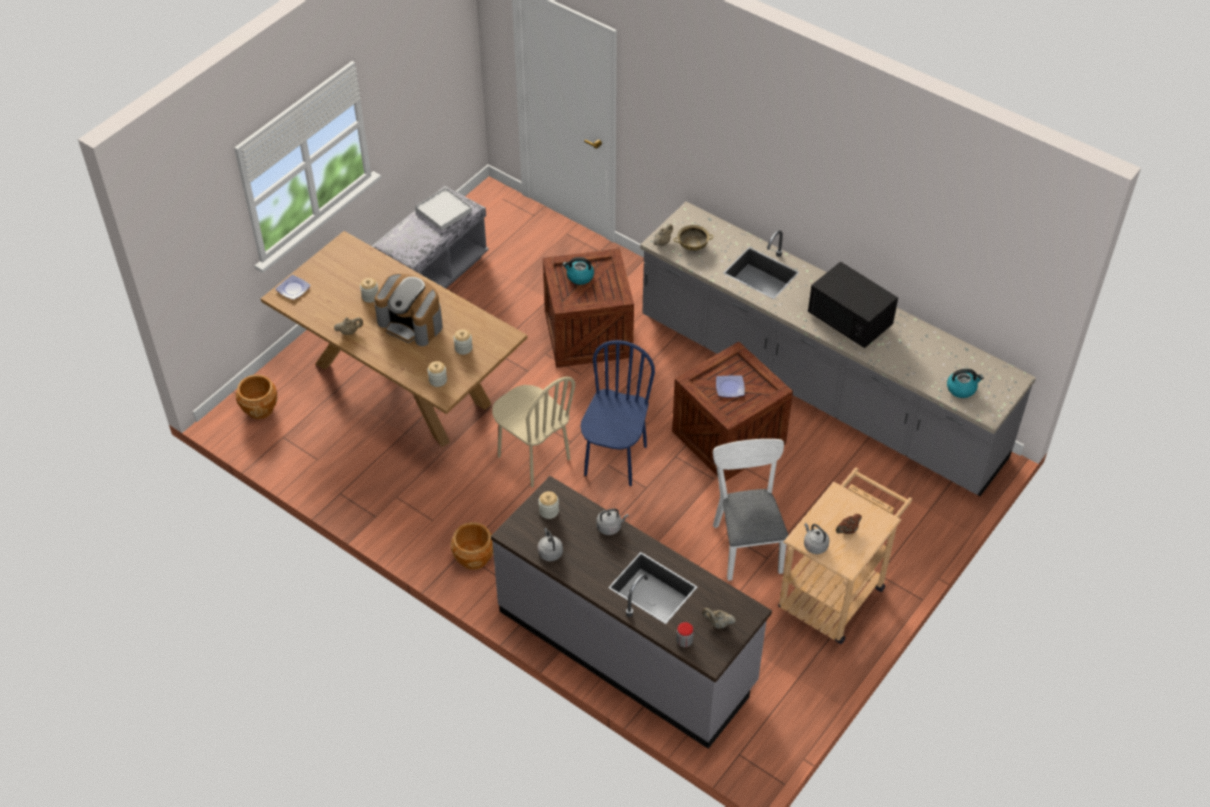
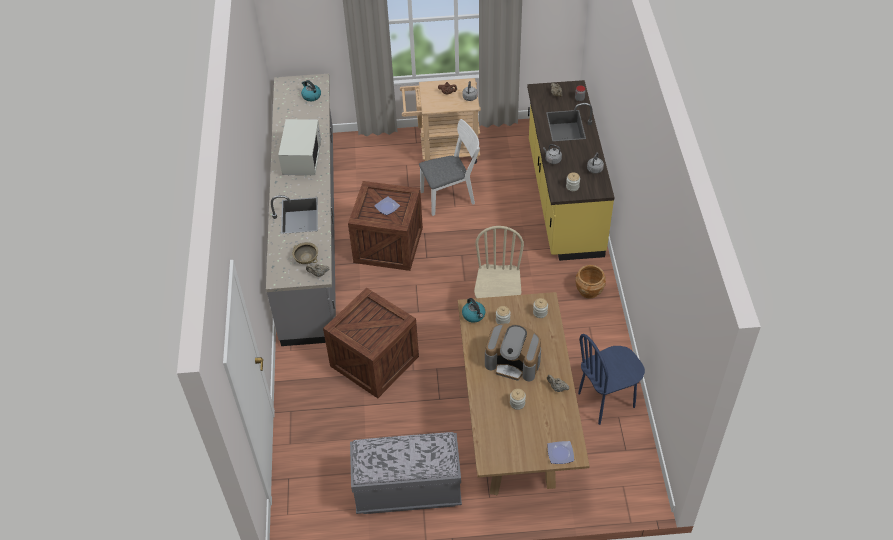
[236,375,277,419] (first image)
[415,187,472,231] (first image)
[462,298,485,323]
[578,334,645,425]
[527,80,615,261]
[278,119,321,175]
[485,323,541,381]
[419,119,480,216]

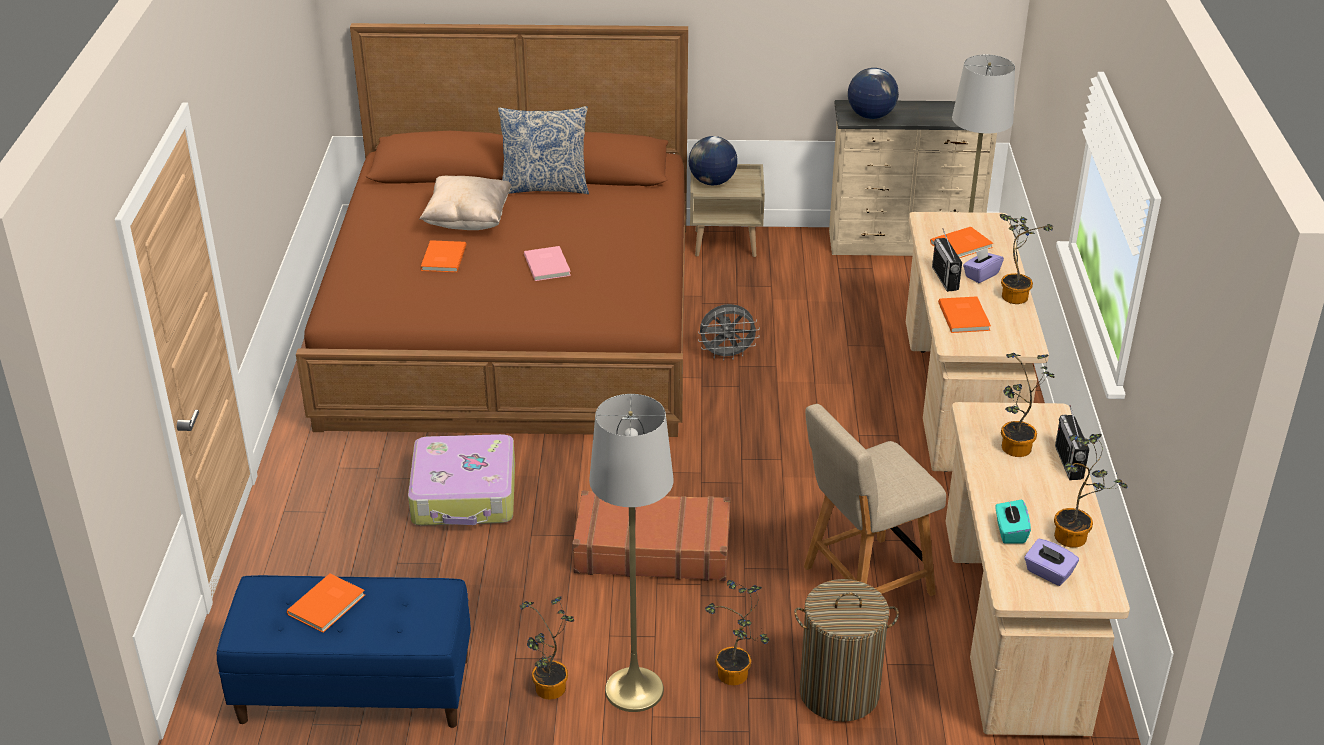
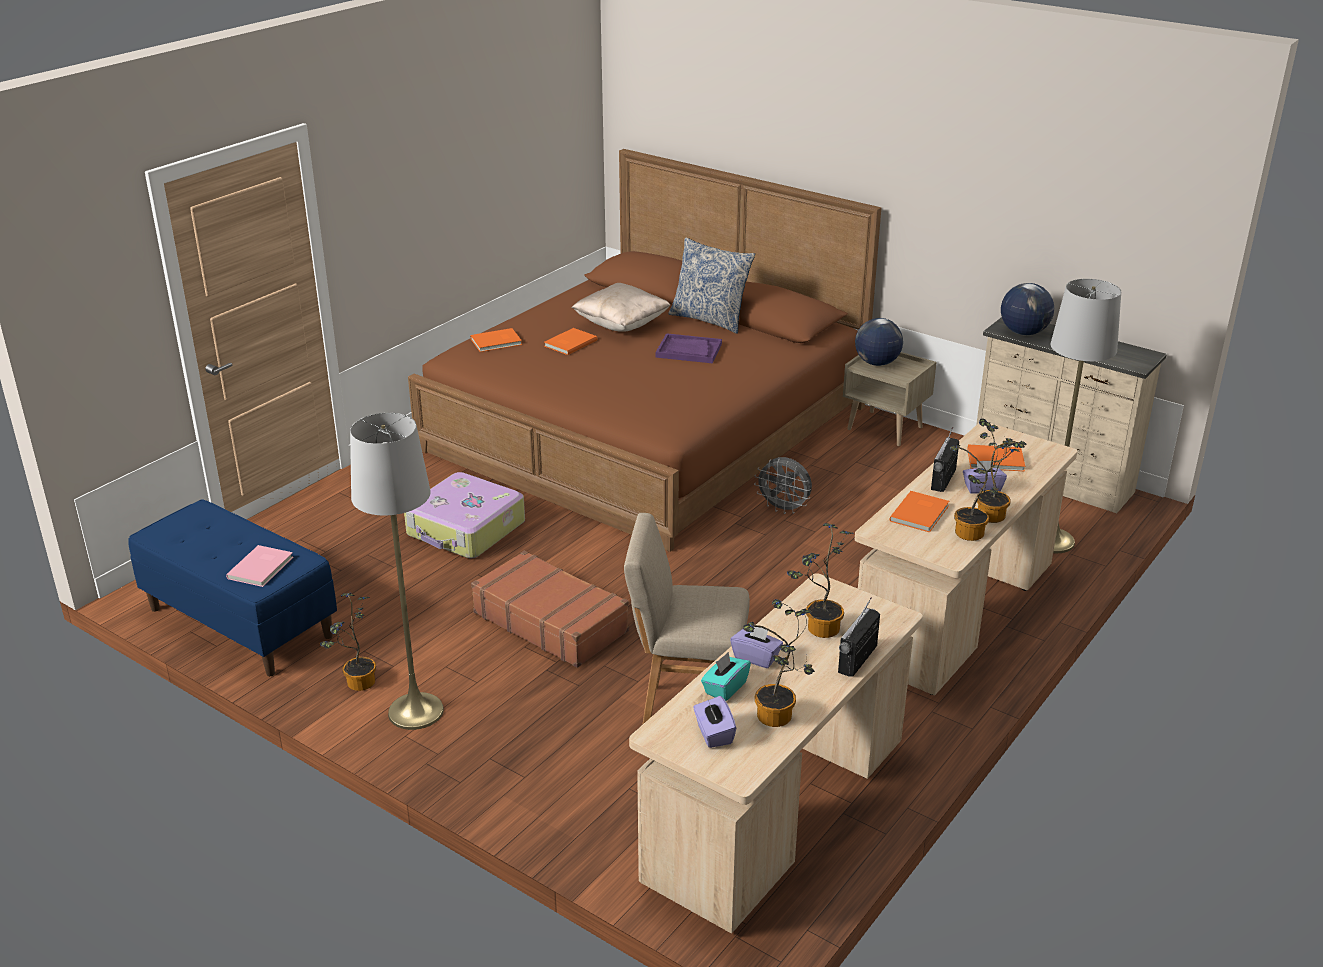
[794,579,899,722] (first image)
[656,333,722,363]
[730,627,783,668]
[470,328,522,352]
[226,545,293,587]
[950,433,1009,541]

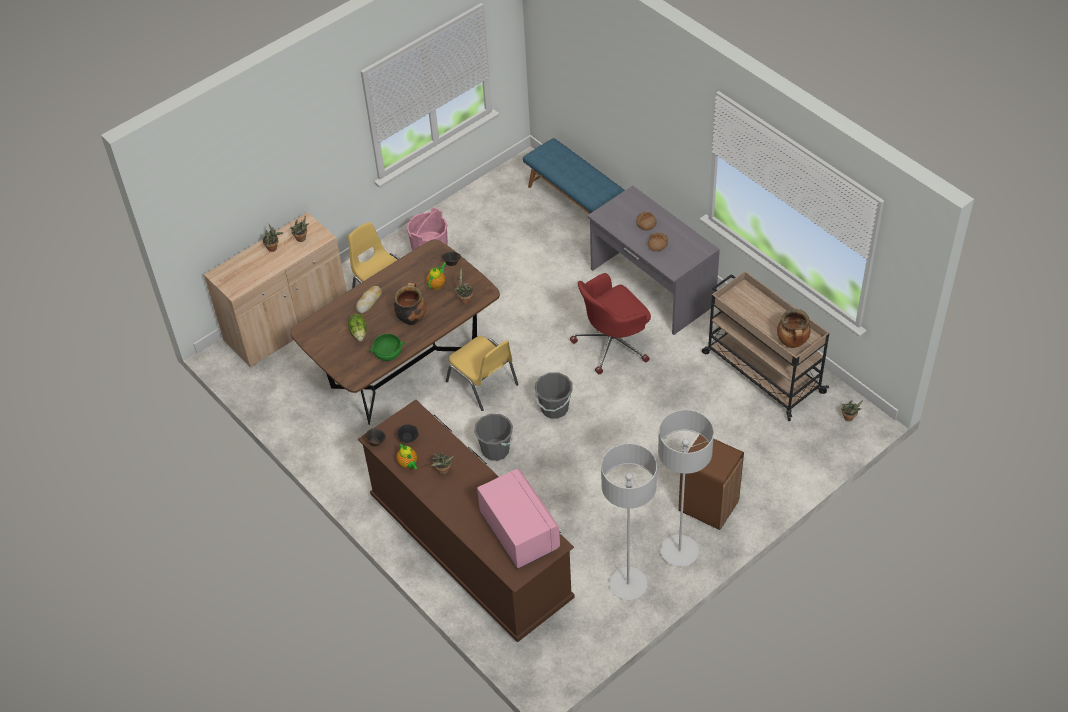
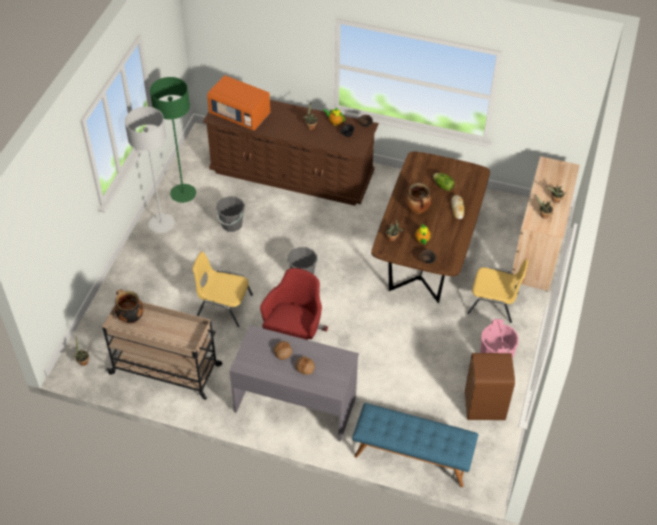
[369,334,405,361] (first image)
[193,252,253,327]
[216,196,245,232]
[465,353,515,420]
[207,75,271,130]
[150,77,196,203]

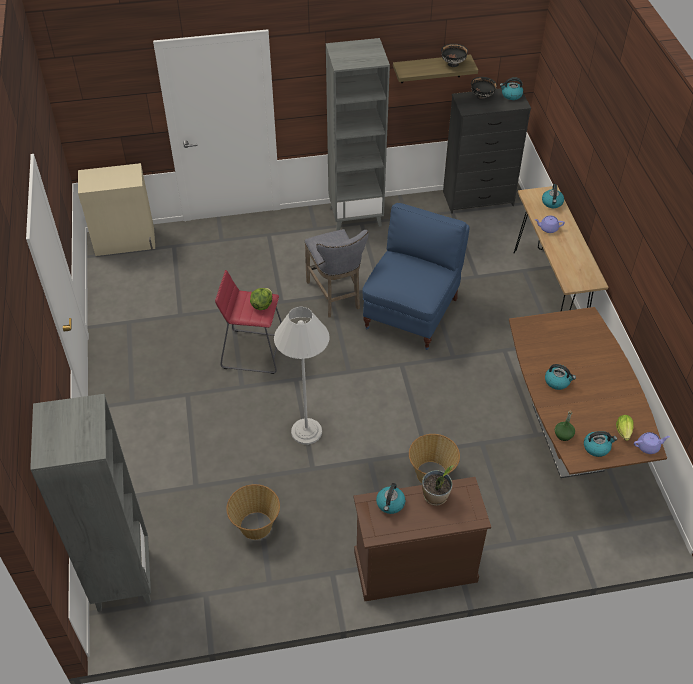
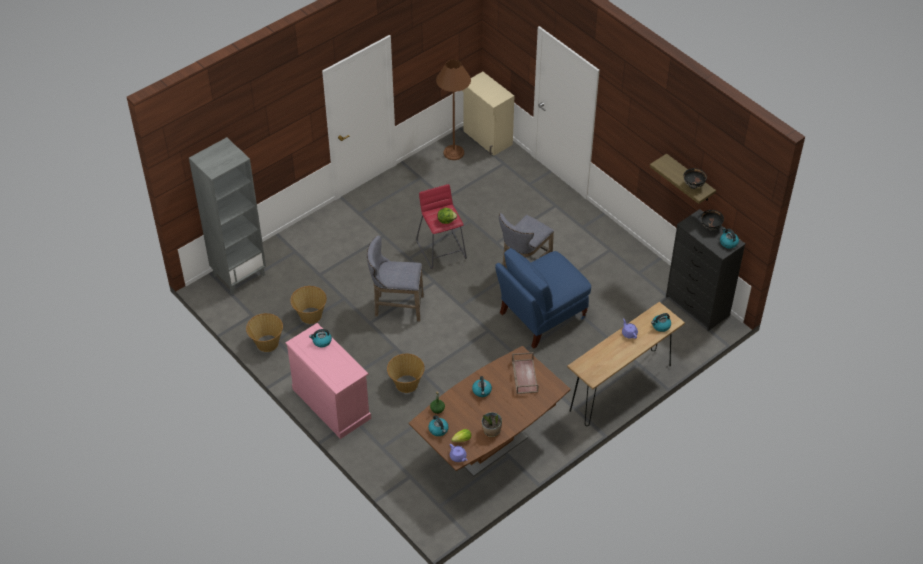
[326,38,390,231] (first image)
[246,313,283,352]
[436,59,471,160]
[512,352,539,394]
[482,412,502,437]
[367,236,424,322]
[286,323,371,439]
[495,247,591,348]

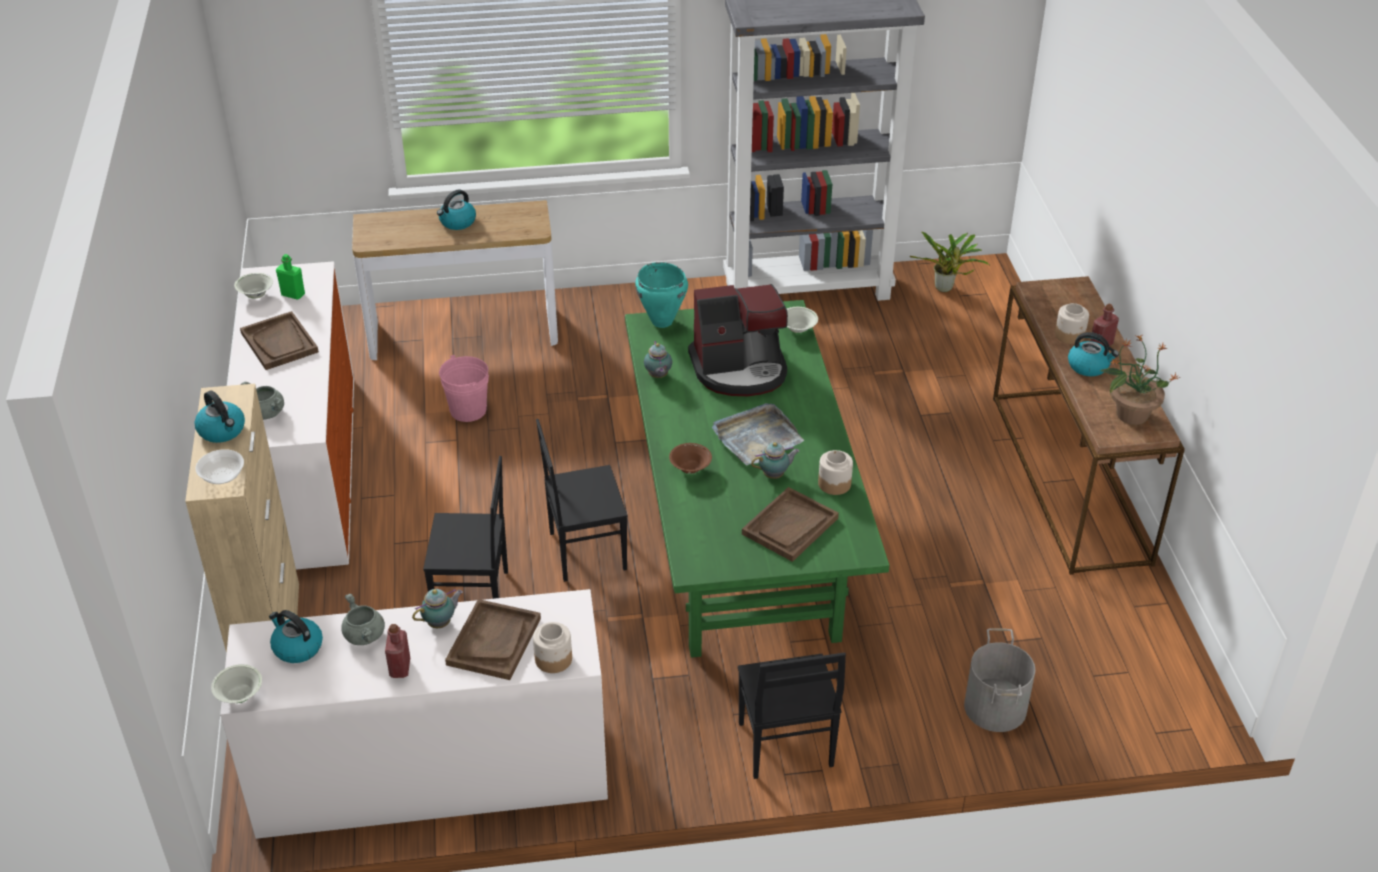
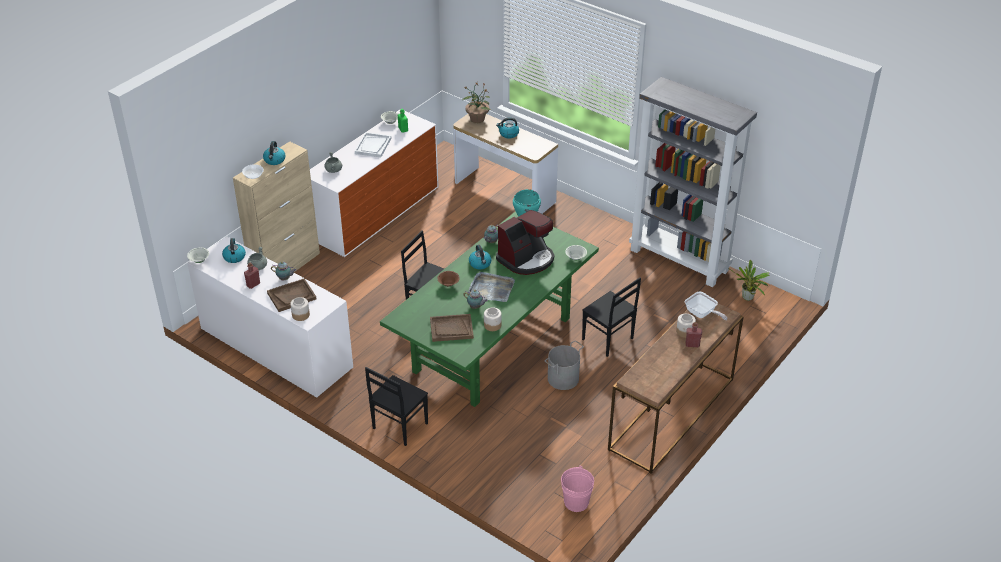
[685,292,727,320]
[582,277,641,357]
[561,466,594,512]
[545,340,584,390]
[469,245,492,269]
[462,83,490,123]
[355,132,391,158]
[496,210,554,275]

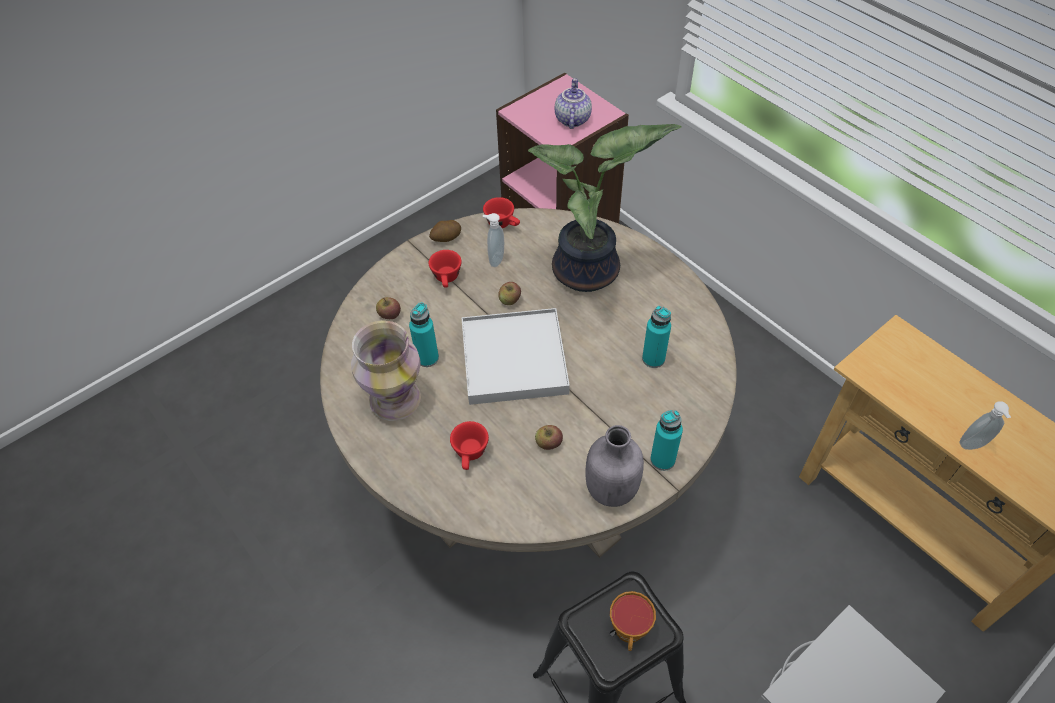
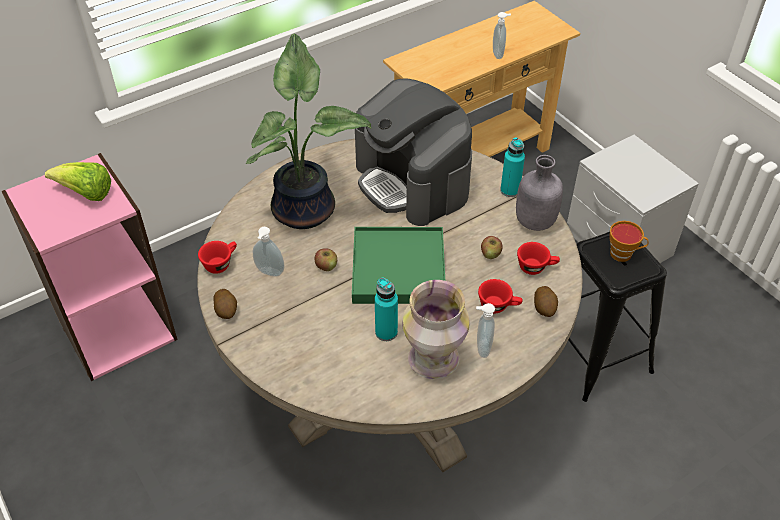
[376,297,401,319] (first image)
[476,303,495,358]
[534,286,558,317]
[517,242,560,275]
[45,162,111,201]
[355,79,472,226]
[352,227,445,304]

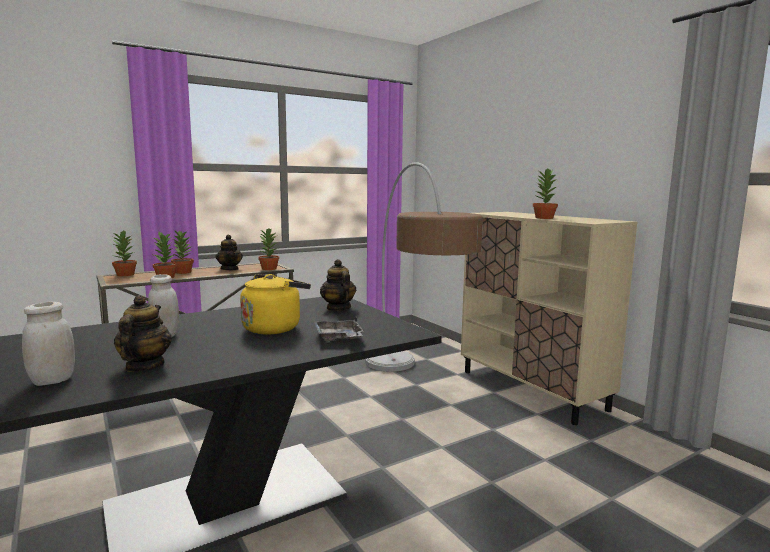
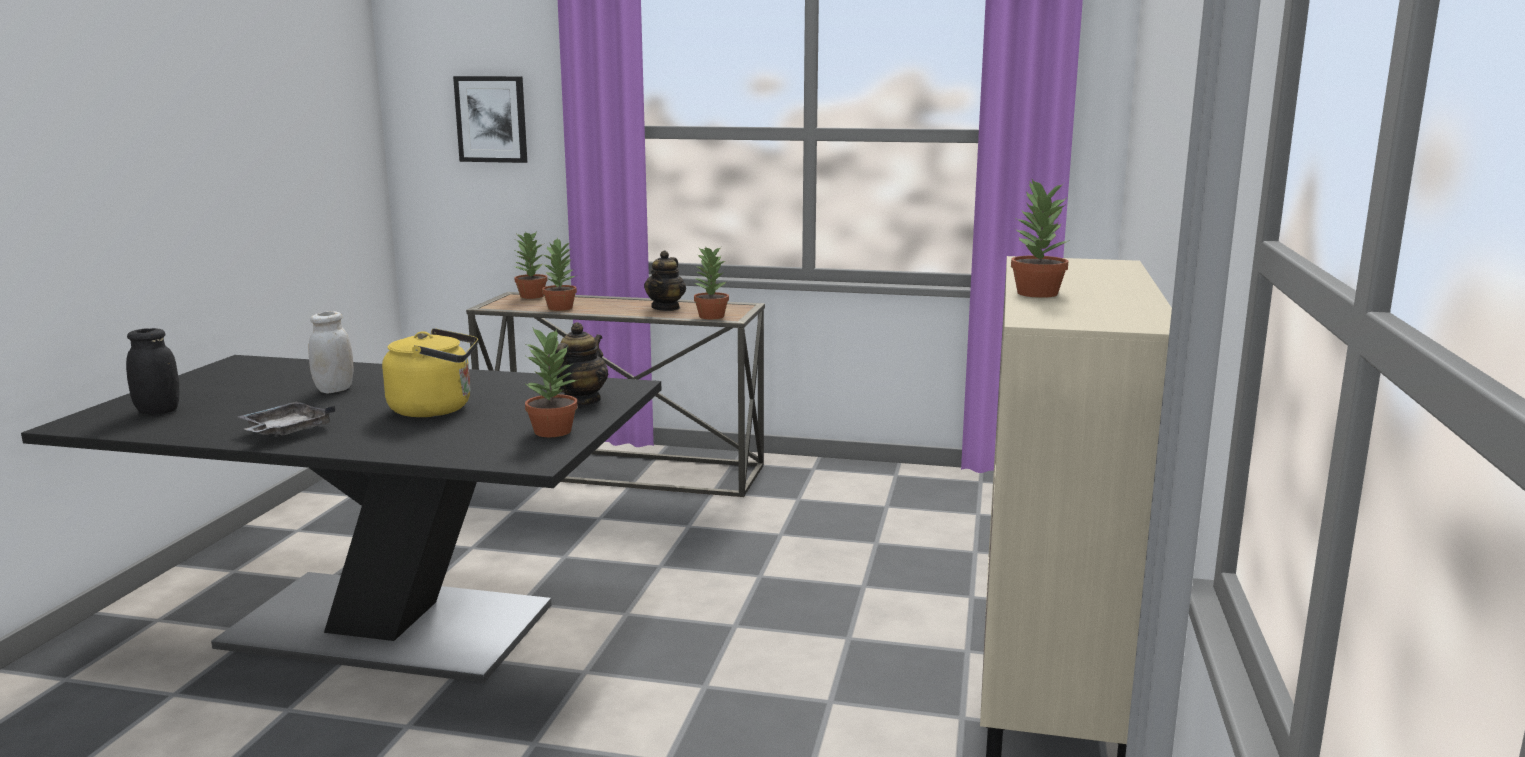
[114,295,172,372] (first image)
[365,162,483,372] (first image)
[453,76,527,163]
[524,328,577,437]
[238,402,335,436]
[126,328,179,415]

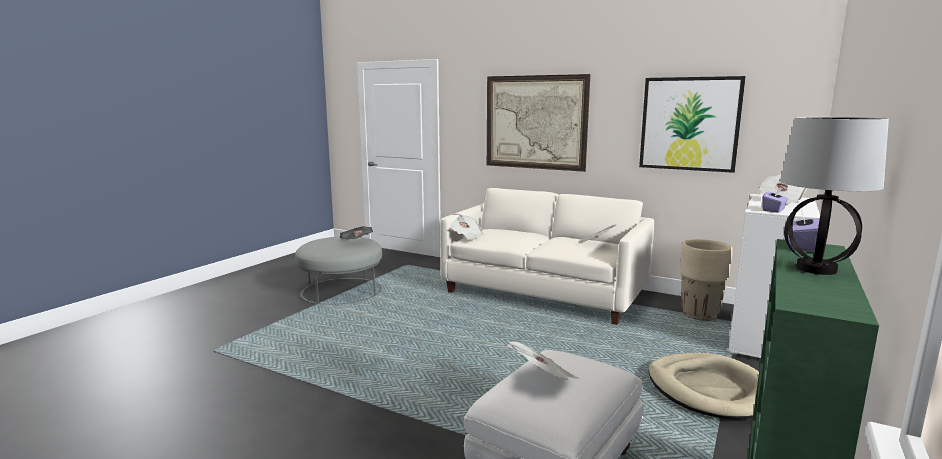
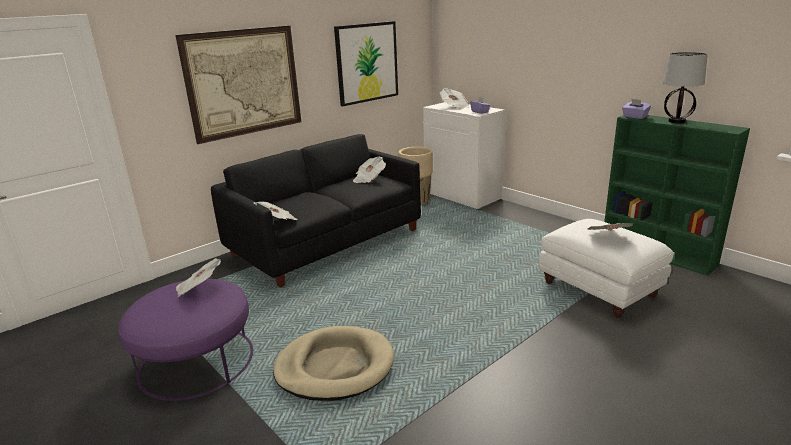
[273,326,394,401]
[118,279,253,401]
[211,134,421,287]

